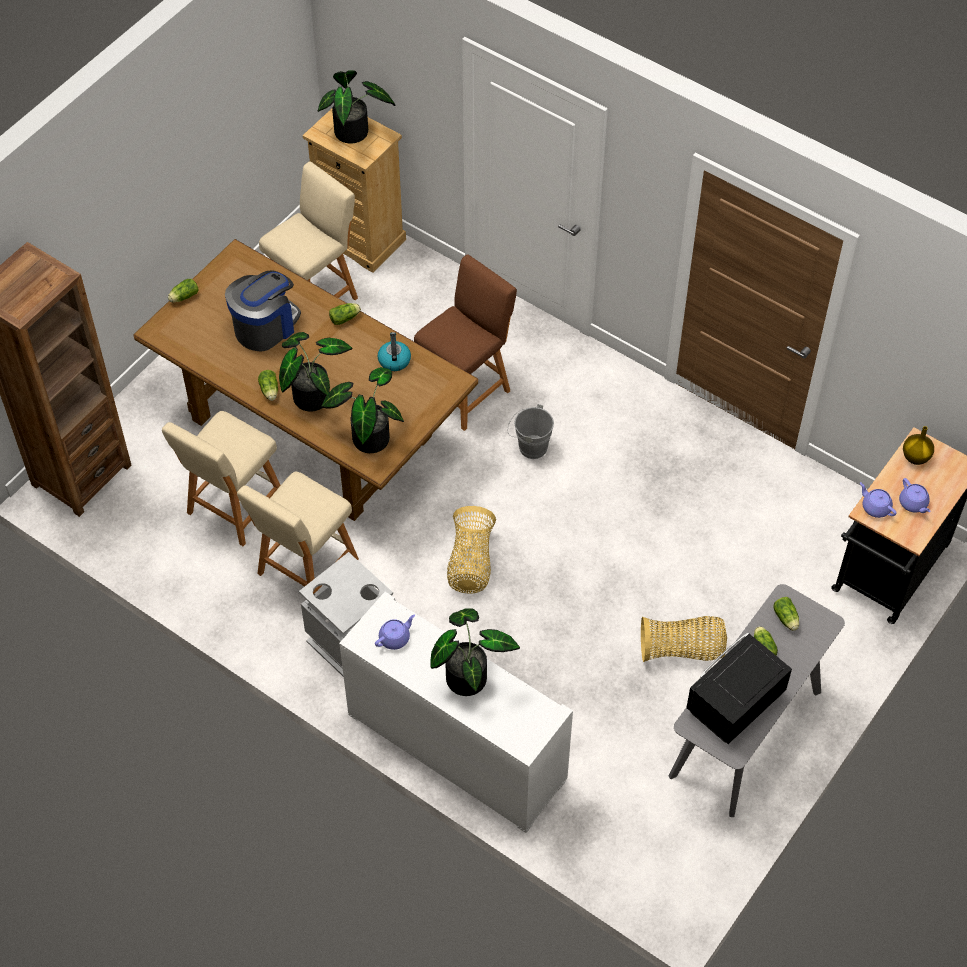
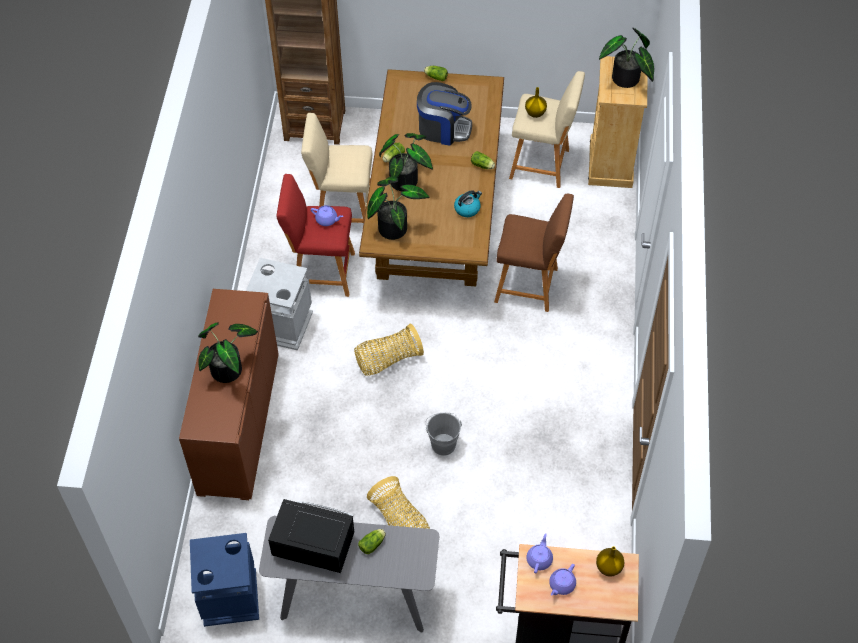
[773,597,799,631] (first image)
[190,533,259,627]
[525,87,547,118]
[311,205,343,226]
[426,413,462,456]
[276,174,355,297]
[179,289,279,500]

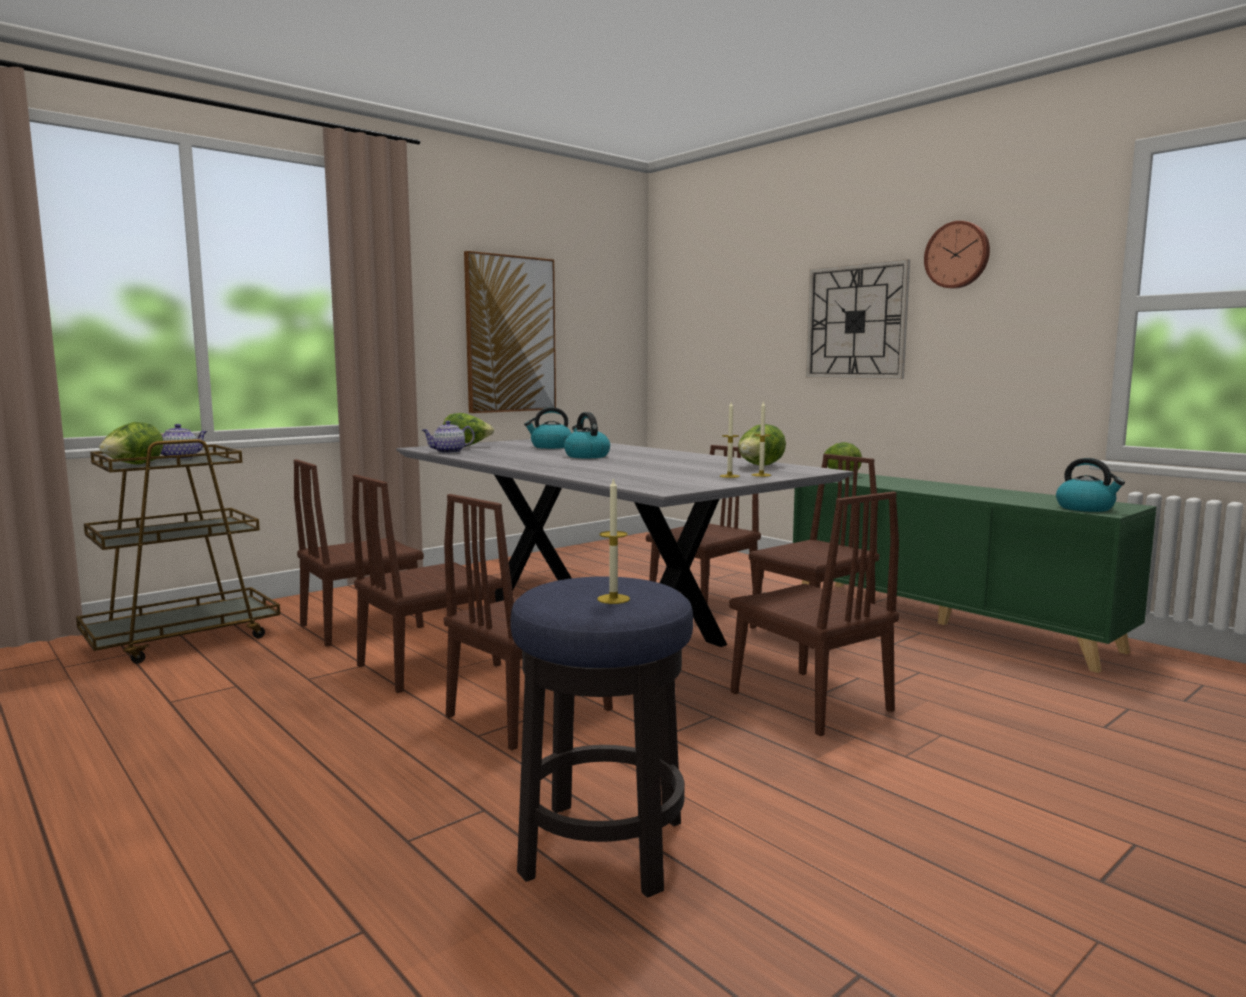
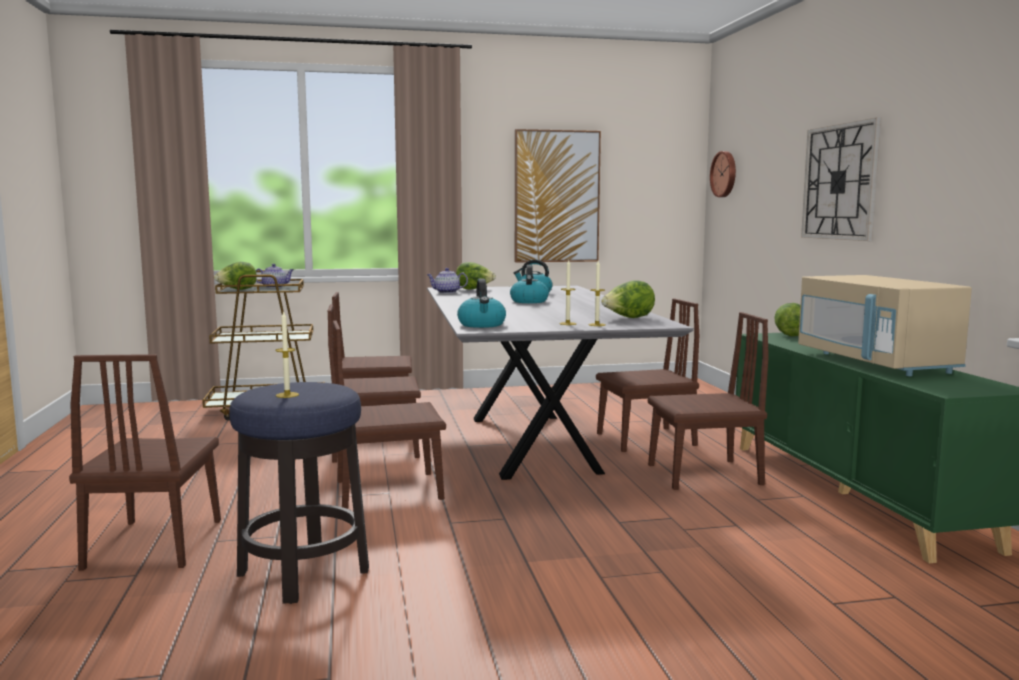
[798,275,972,376]
[69,354,221,571]
[710,151,736,197]
[457,279,506,328]

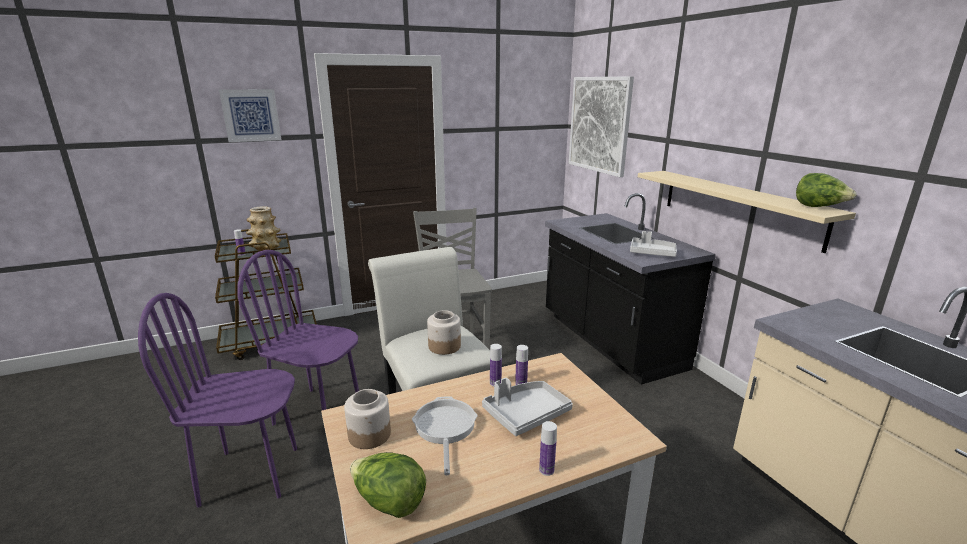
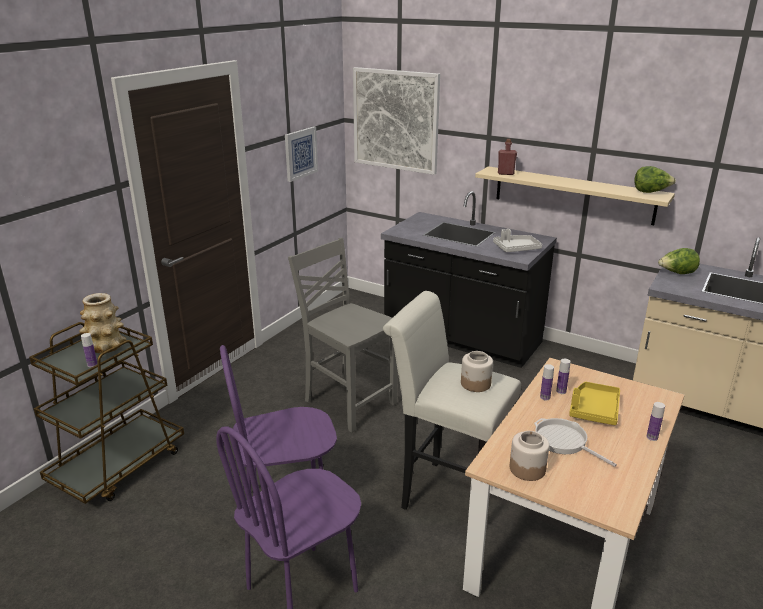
[498,139,517,175]
[285,127,318,182]
[658,248,700,274]
[569,382,620,425]

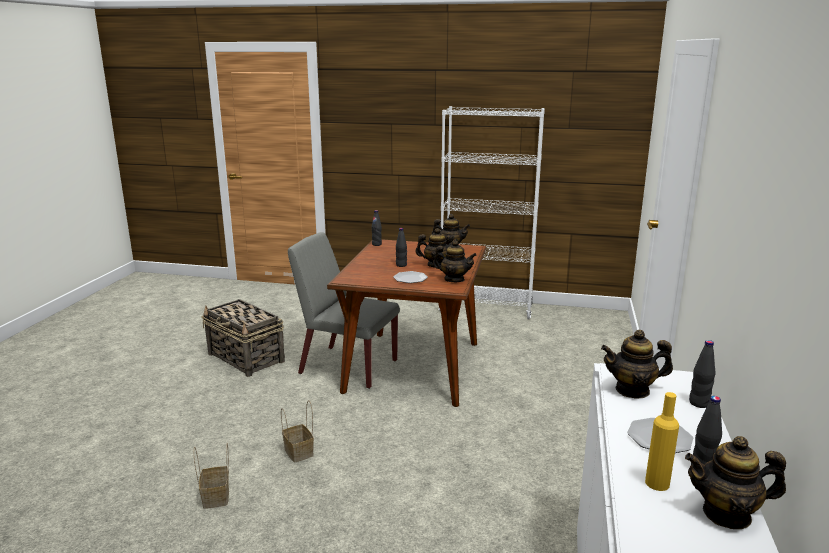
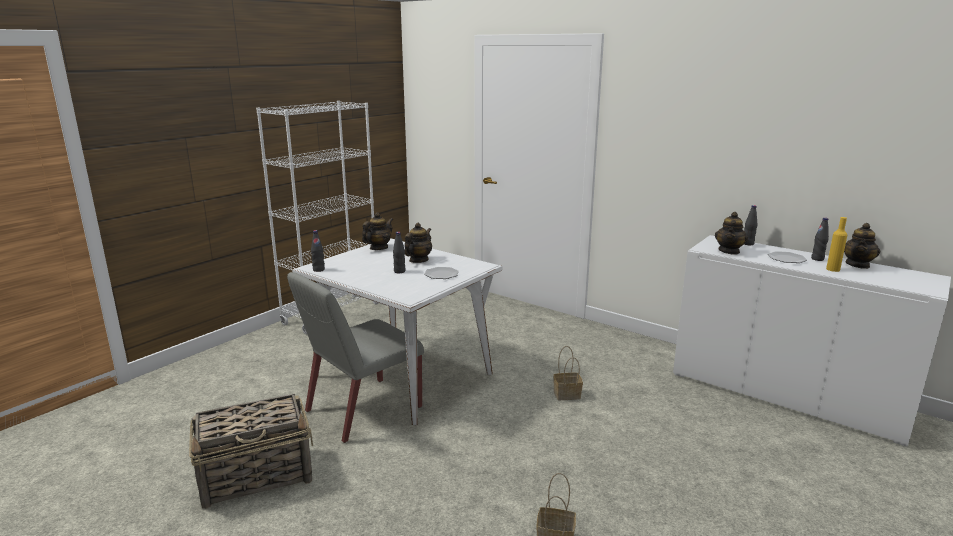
[433,240,477,282] (first image)
[553,346,583,400]
[292,239,503,425]

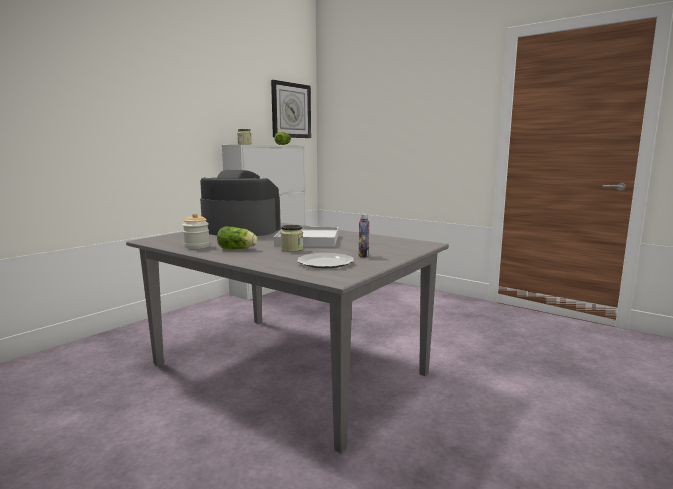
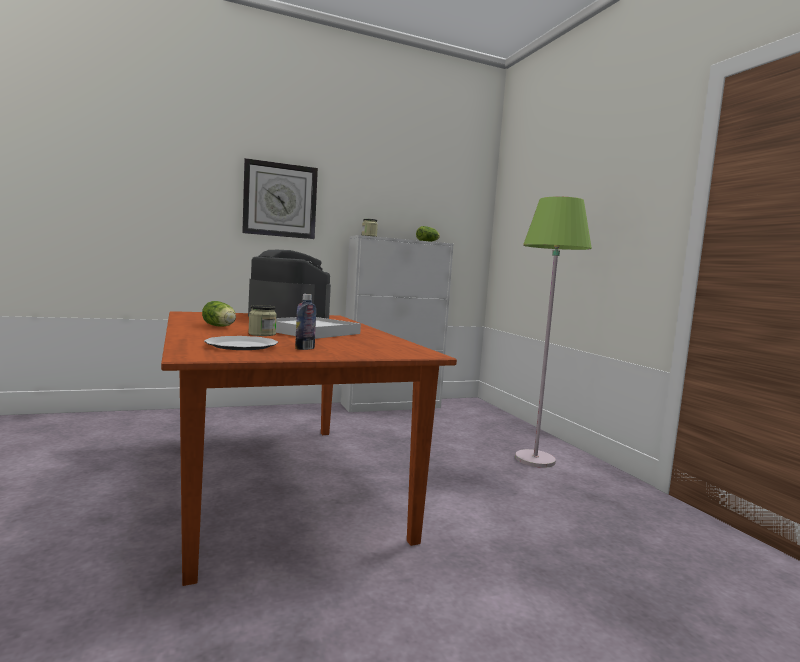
[182,213,210,249] (first image)
[515,196,592,468]
[242,158,318,239]
[161,311,457,586]

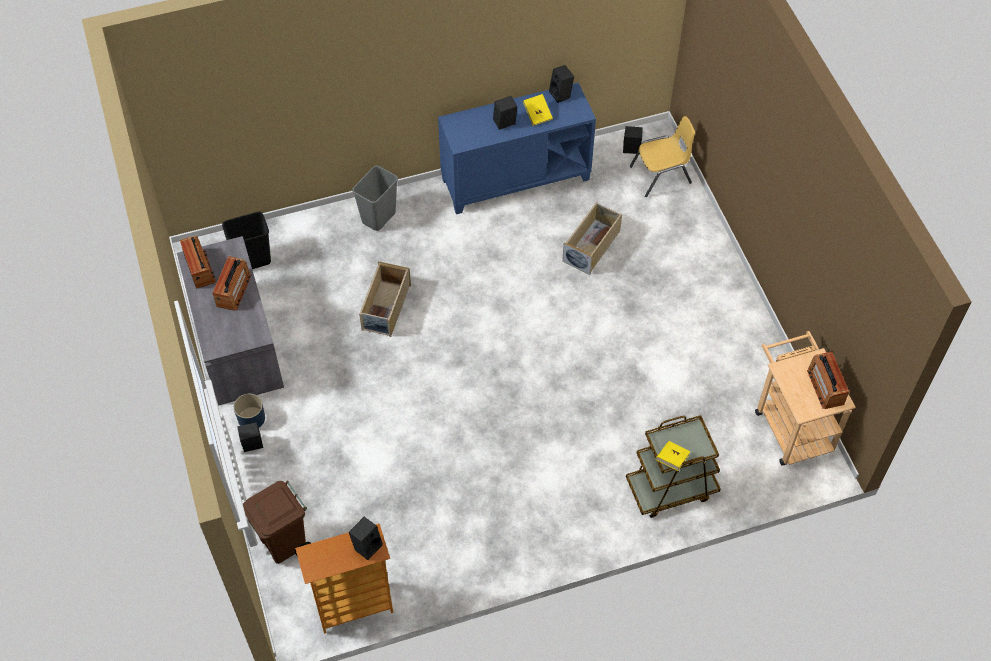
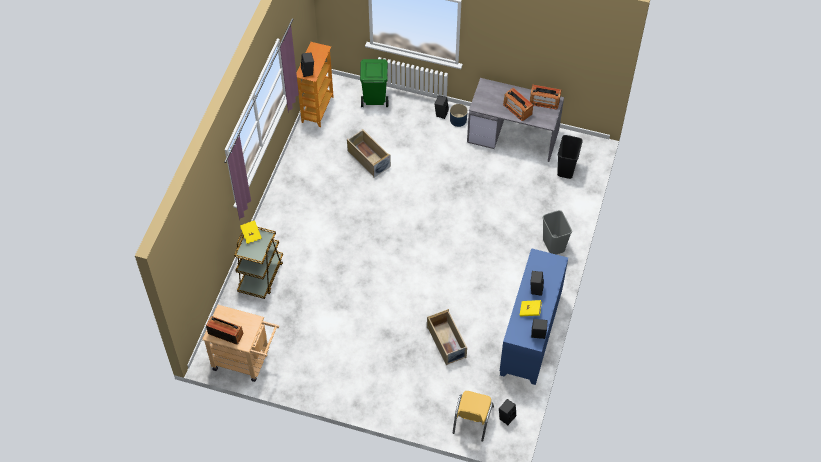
[347,129,391,178]
[360,59,388,107]

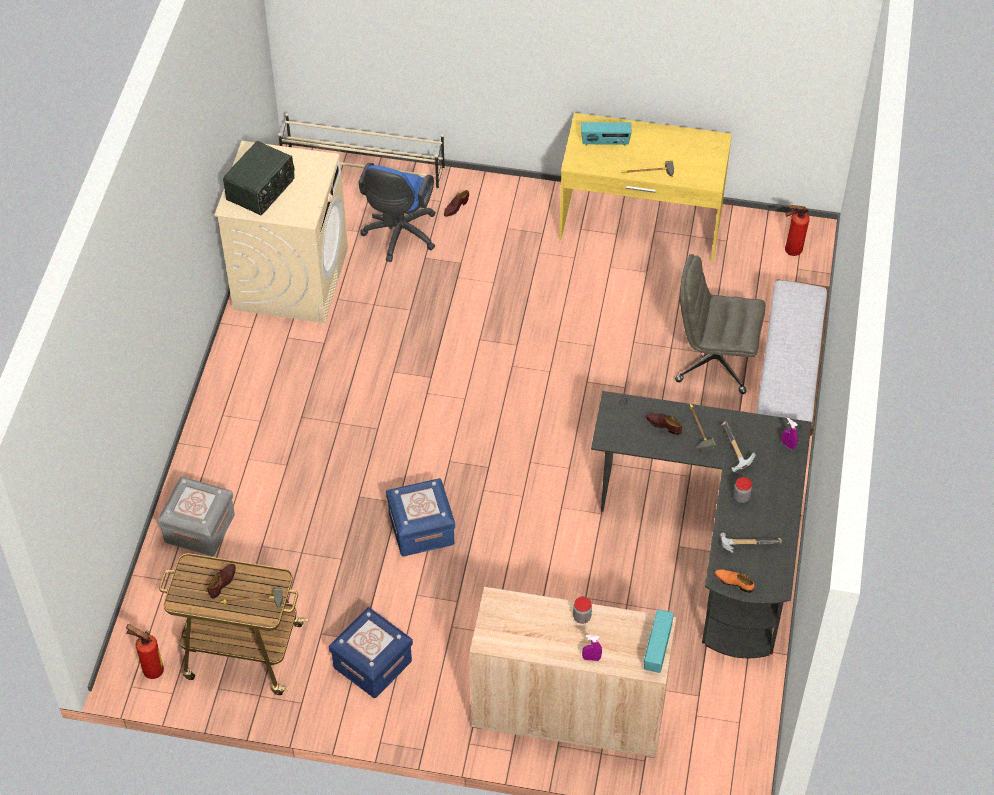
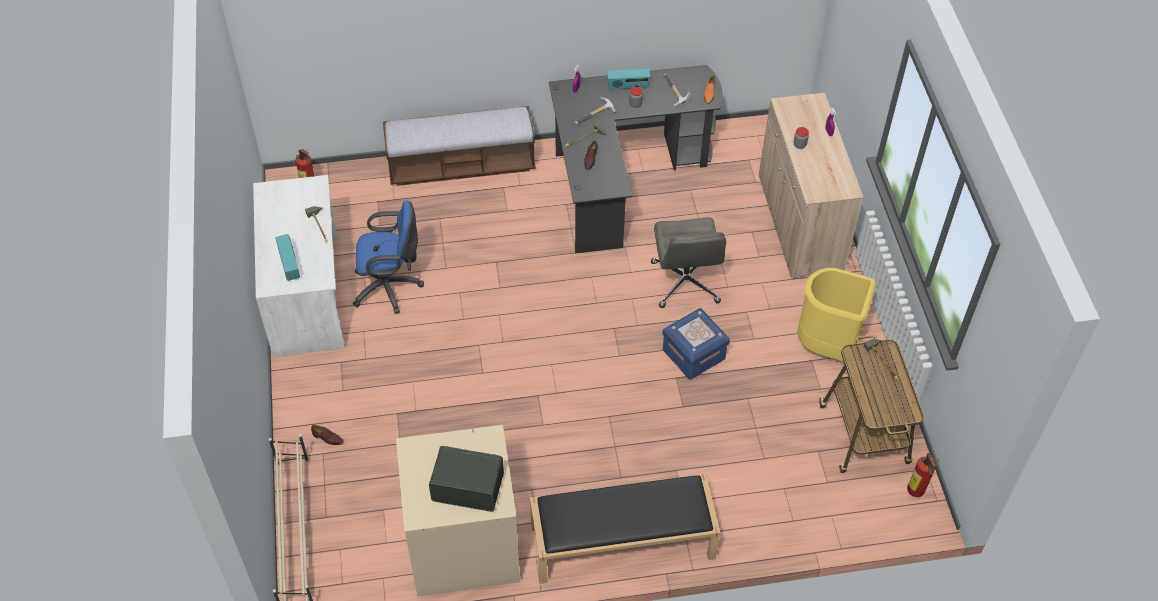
[157,476,235,556] (first image)
[207,564,236,599] (first image)
[530,474,720,584]
[353,201,424,314]
[607,69,650,91]
[651,217,726,308]
[797,268,876,362]
[253,175,345,357]

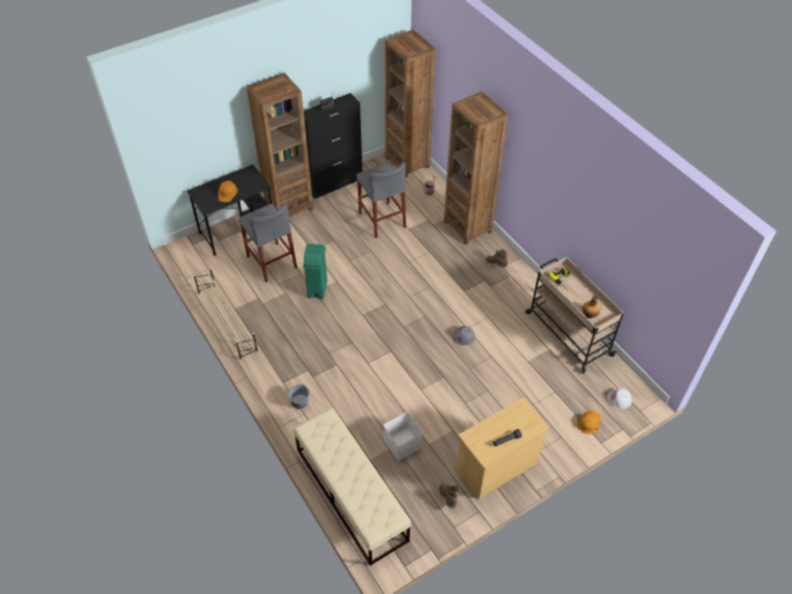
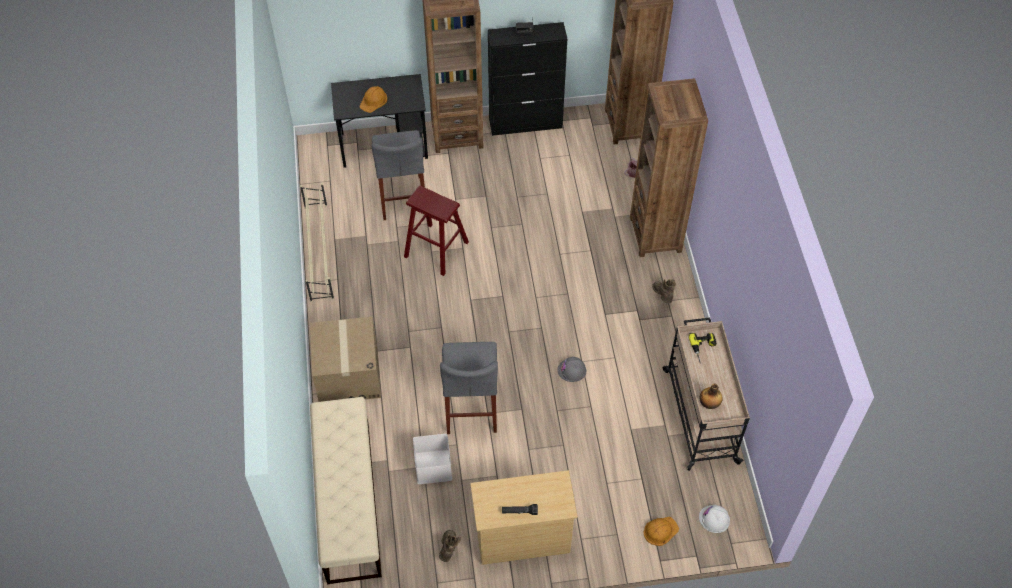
[440,342,498,434]
[310,317,381,402]
[404,186,469,276]

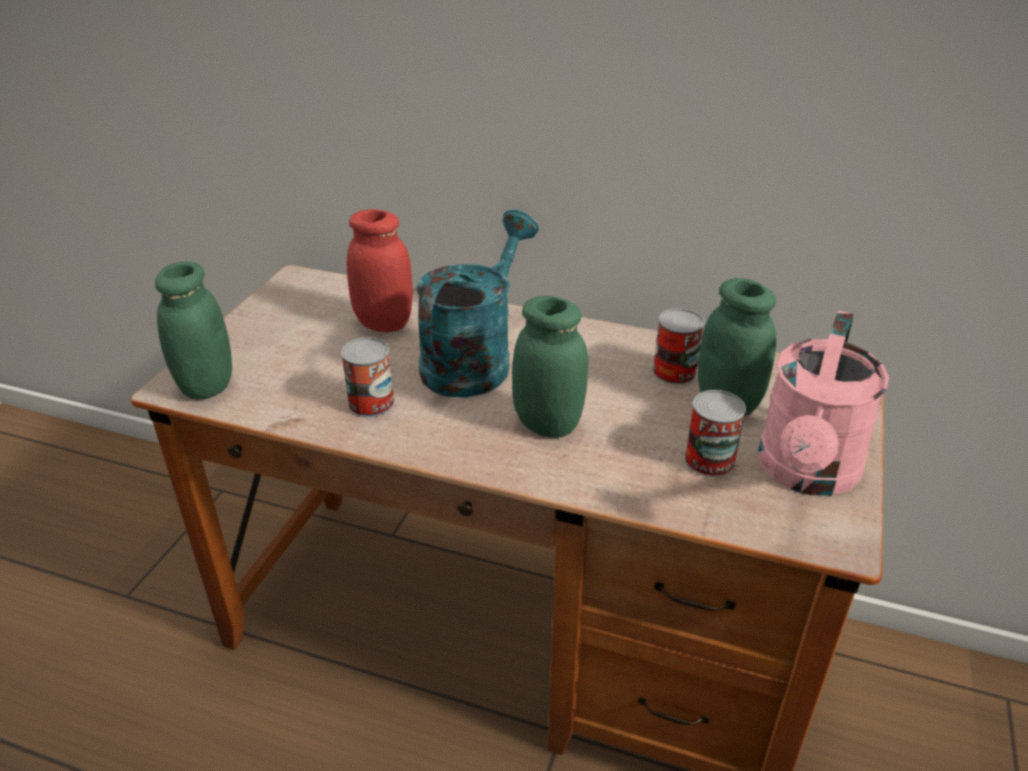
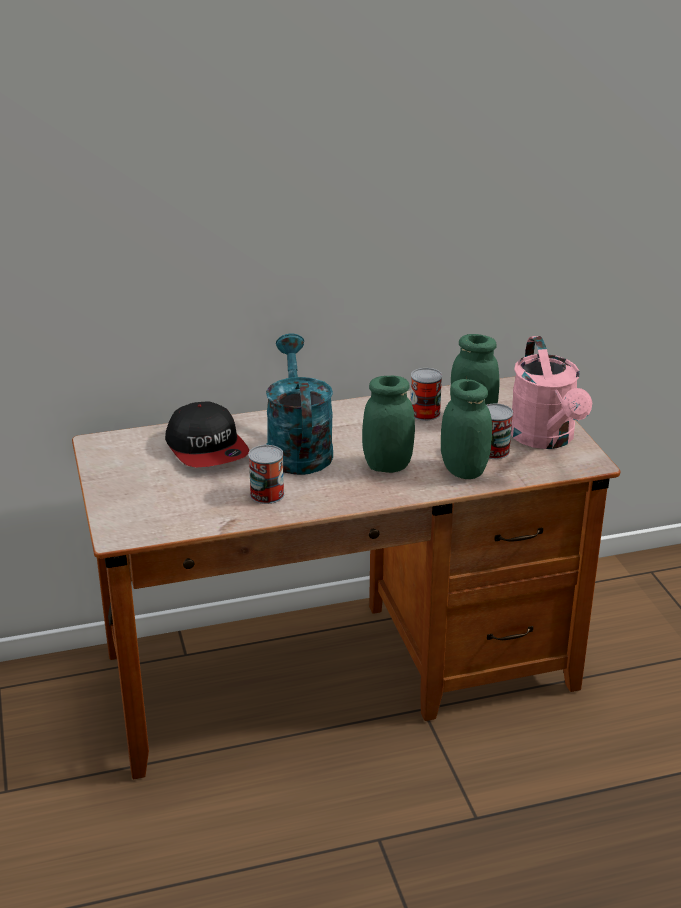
[441,379,492,479]
[165,401,249,468]

